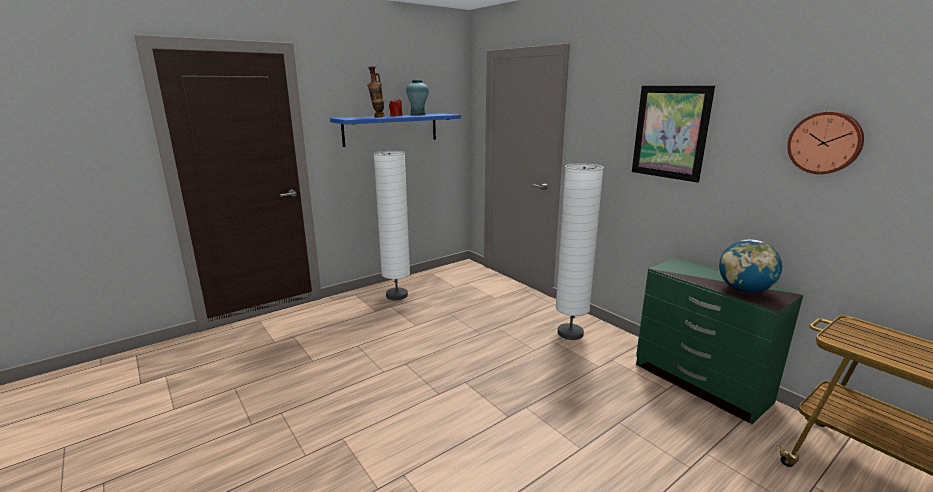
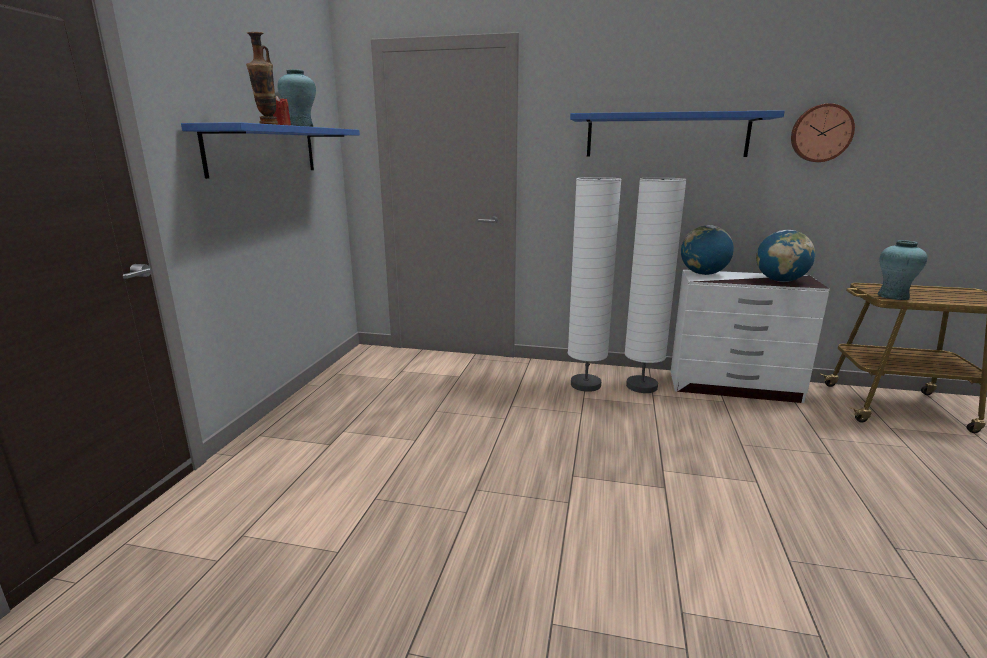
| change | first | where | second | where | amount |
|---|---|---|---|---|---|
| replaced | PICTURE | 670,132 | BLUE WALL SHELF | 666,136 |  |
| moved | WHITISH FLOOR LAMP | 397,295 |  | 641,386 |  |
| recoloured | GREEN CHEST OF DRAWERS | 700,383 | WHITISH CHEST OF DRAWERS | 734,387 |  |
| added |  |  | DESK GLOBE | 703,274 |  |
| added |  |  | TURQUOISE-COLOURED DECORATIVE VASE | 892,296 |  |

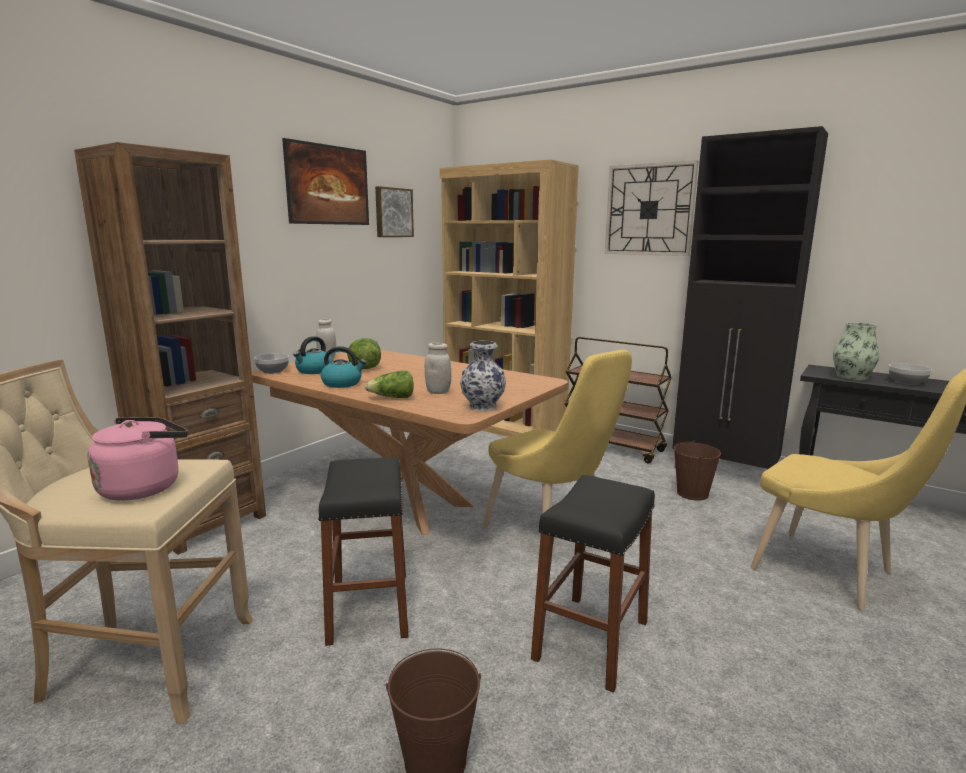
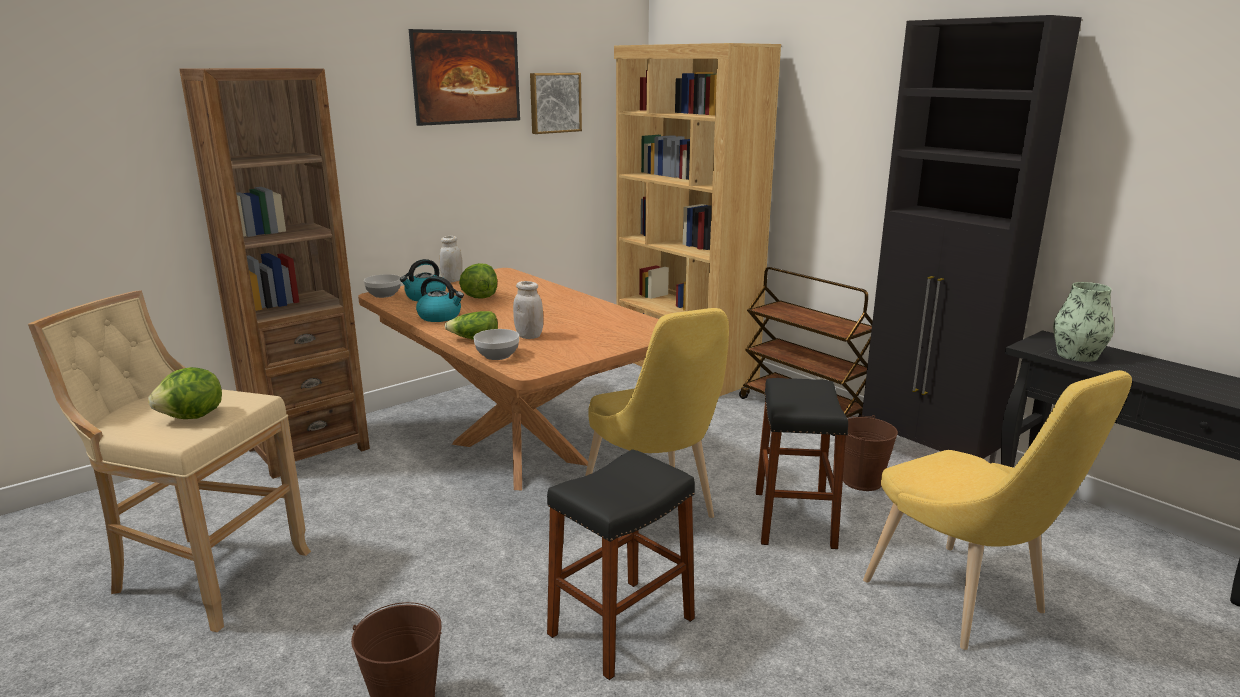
| change | first | where | second | where | amount |
|---|---|---|---|---|---|
| replaced | PINK-COLOURED WATER KETTLE | 145,487 | LETTUCE | 193,417 |  |
| moved | BOWL | 907,382 |  | 498,355 |  |
| moved | BLACK STOOL SEAT | 369,607 |  | 794,519 |  |
| removed | DECORATIVE VASE | 482,407 |  |  |  |
| removed | HANGING CLOCK | 649,210 |  |  |  |

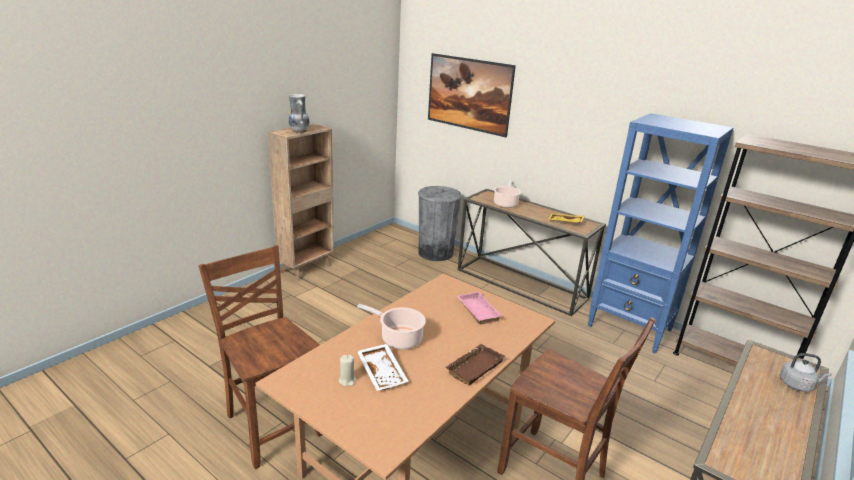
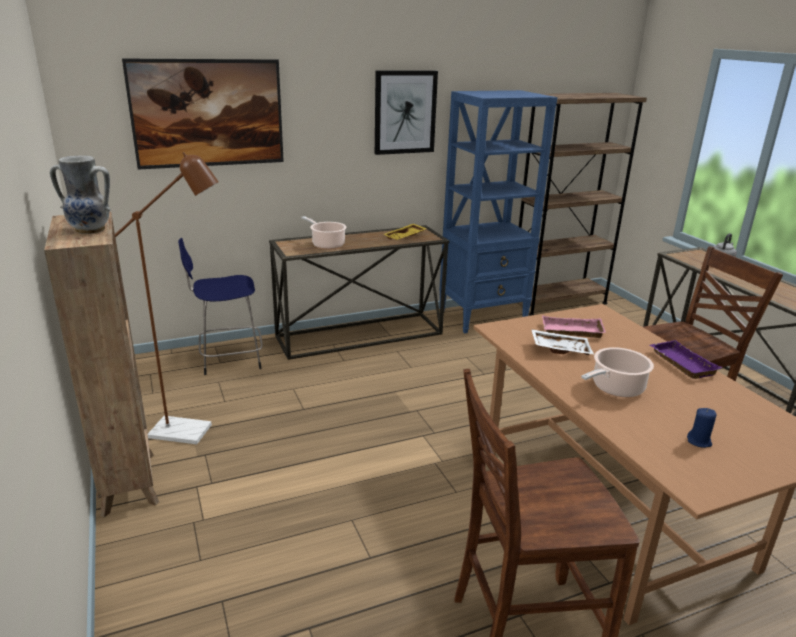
| change | first | where | second | where | amount |
|---|---|---|---|---|---|
| added |  |  | BROWNISH FLOOR LAMP | 190,432 |  |
| replaced | GREY WASTE BIN | 435,253 | BLUE STOOL SEAT | 228,359 |  |
| added |  |  | PICTURE | 405,112 |  |
| moved | WHITISH SERVING TRAY | 383,372 |  | 560,349 |  |
| recoloured | BROWNISH SERVING TRAY | 474,367 | PURPLISH SERVING TRAY | 680,363 |  |
| recoloured | BEIGE WAX LIGHT | 347,380 | BLUE WAX LIGHT | 699,441 |  |

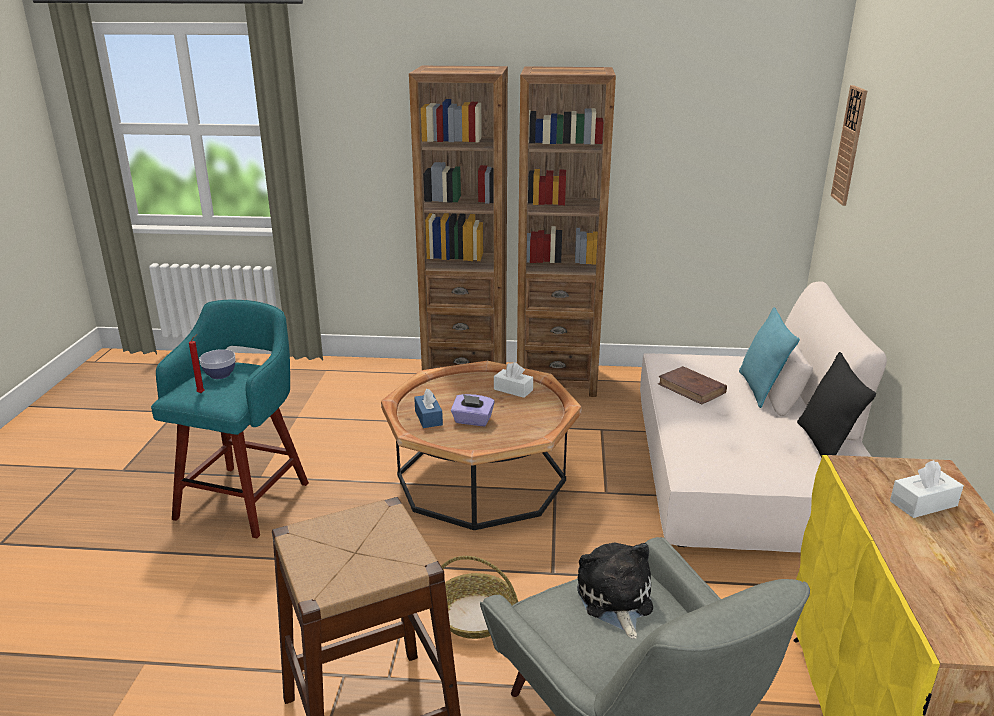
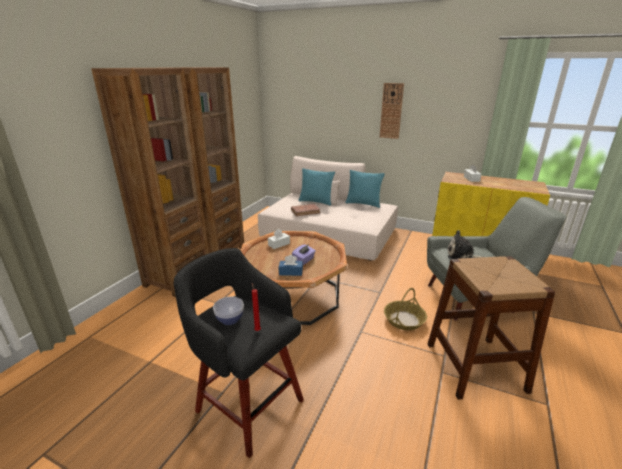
| change | first | where | second | where | amount |
|---|---|---|---|---|---|
| recoloured | TURQUOISE-COLOURED STOOL SEAT | 245,498 | BLACK STOOL SEAT | 248,403 |  |
| recoloured | BLACK THROW PILLOW | 824,445 | TURQUOISE-COLOURED THROW PILLOW | 363,204 |  |
| moved | HANGING CLOCK | 849,145 |  | 391,111 |  |

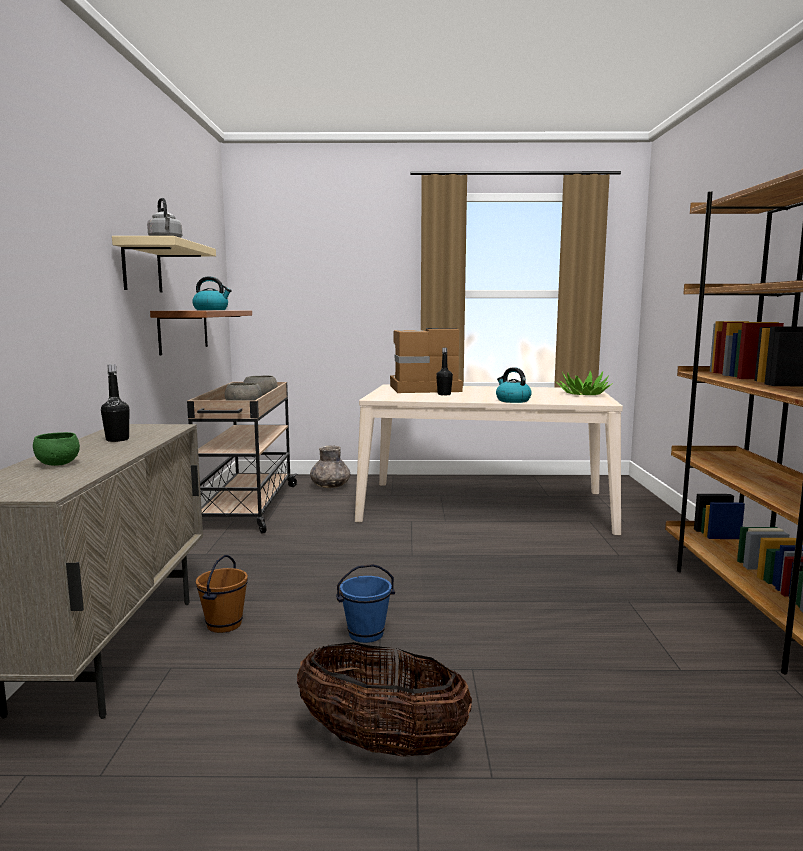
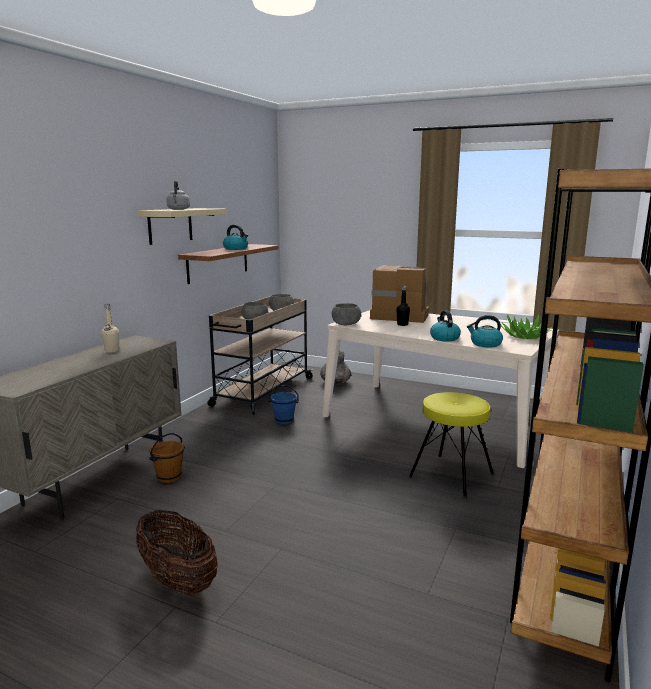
| change | first | where | second | where | amount |
|---|---|---|---|---|---|
| recoloured | BLACK BOTTLE | 117,440 | BEIGE BOTTLE | 112,351 |  |
| moved | BLUE WATER BUCKET | 366,634 |  | 284,421 |  |
| added |  |  | GREY BOWL | 345,324 |  |
| added |  |  | YELLOW STOOL SEAT | 450,475 |  |
| added |  |  | WATER KETTLE | 485,344 |  |
| removed | GREEN BOWL | 58,464 |  |  |  |

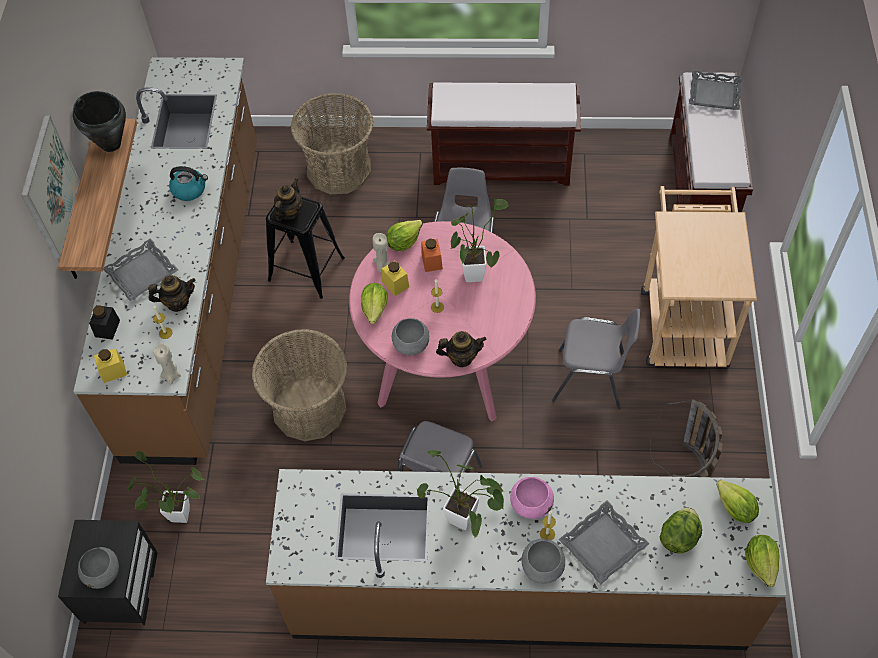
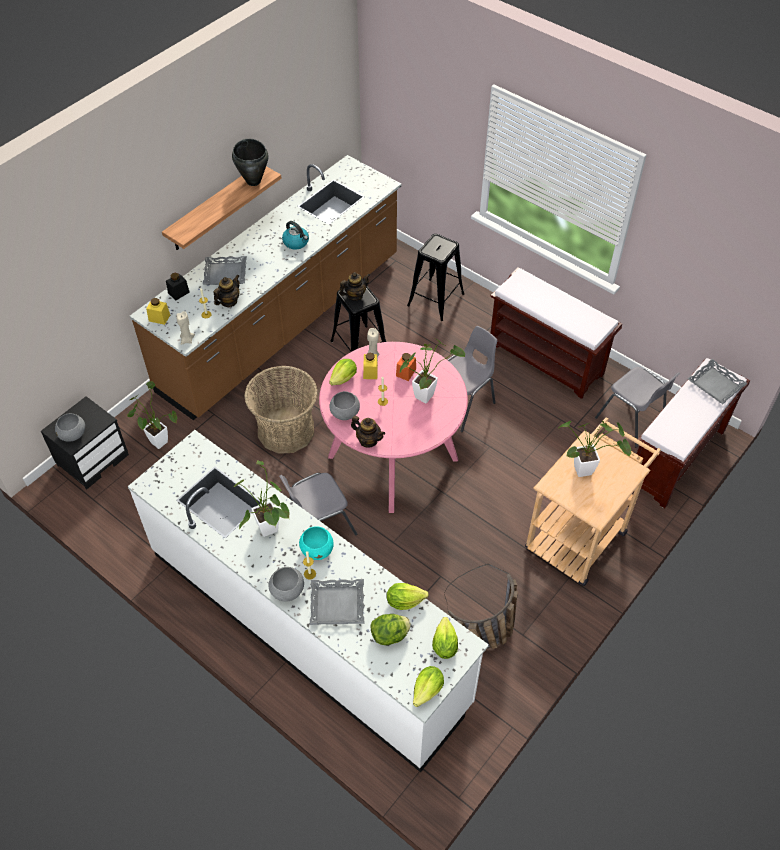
| change | first | where | second | where | amount |
|---|---|---|---|---|---|
| recoloured | BROWNISH COUNTER | 517,592 | WHITISH COUNTER | 307,625 |  |
| turned | TEA POT | 177,302 |  | 229,301 | 75 degrees counterclockwise |
| recoloured | PINK-COLOURED BOWL | 531,504 | TURQUOISE-COLOURED BOWL | 317,550 |  |
| moved | LETTUCE | 403,242 |  | 404,601 |  |
| replaced | HOUSEHOLD BASKET | 338,169 | BLACK STOOL SEAT | 435,299 |  |
| added |  |  | HOUSEPLANT | 587,470 |  |
| moved | GREY PLAIN CHAIR | 591,380 |  | 631,421 |  |
| removed | PICTURE | 49,187 |  |  |  |

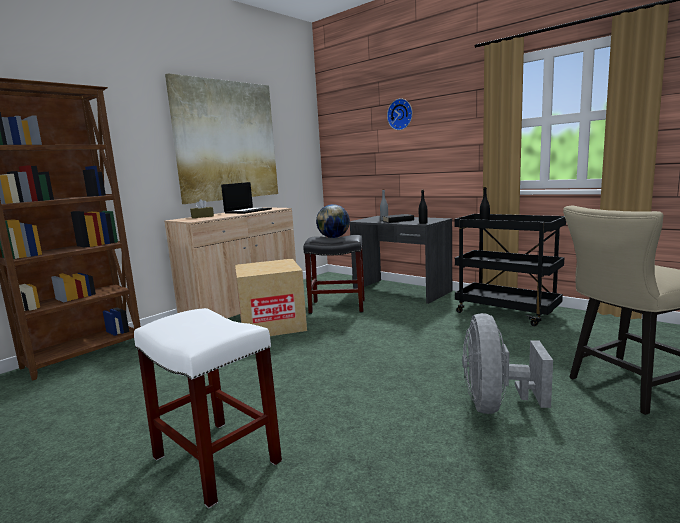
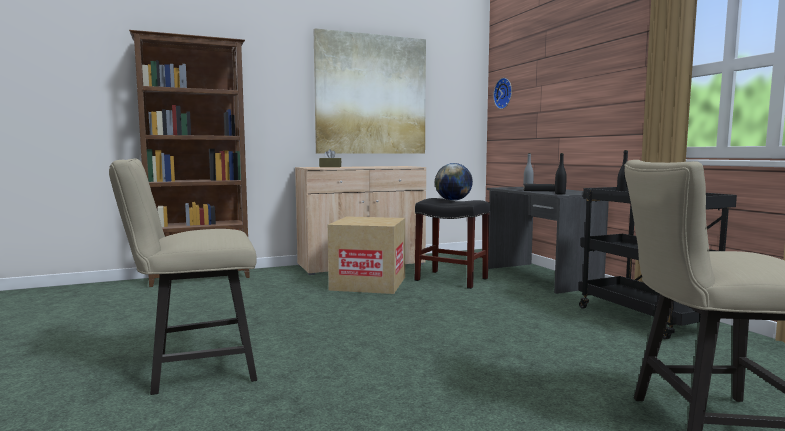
| change | first | where | second | where | amount |
|---|---|---|---|---|---|
| replaced | WHITISH STOOL SEAT | 215,459 | BEIGE PLAIN CHAIR | 194,368 |  |
| moved | HANGING CLOCK | 400,114 |  | 504,93 |  |
| removed | NOTEBOOK COMPUTER | 248,211 |  |  |  |
| removed | GREY FAN | 496,405 |  |  |  |

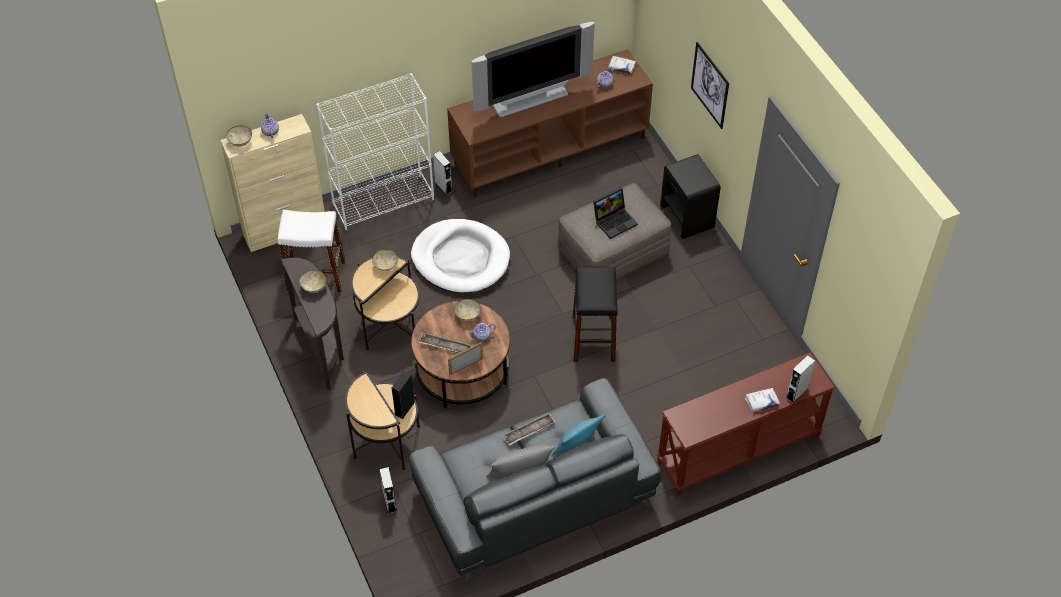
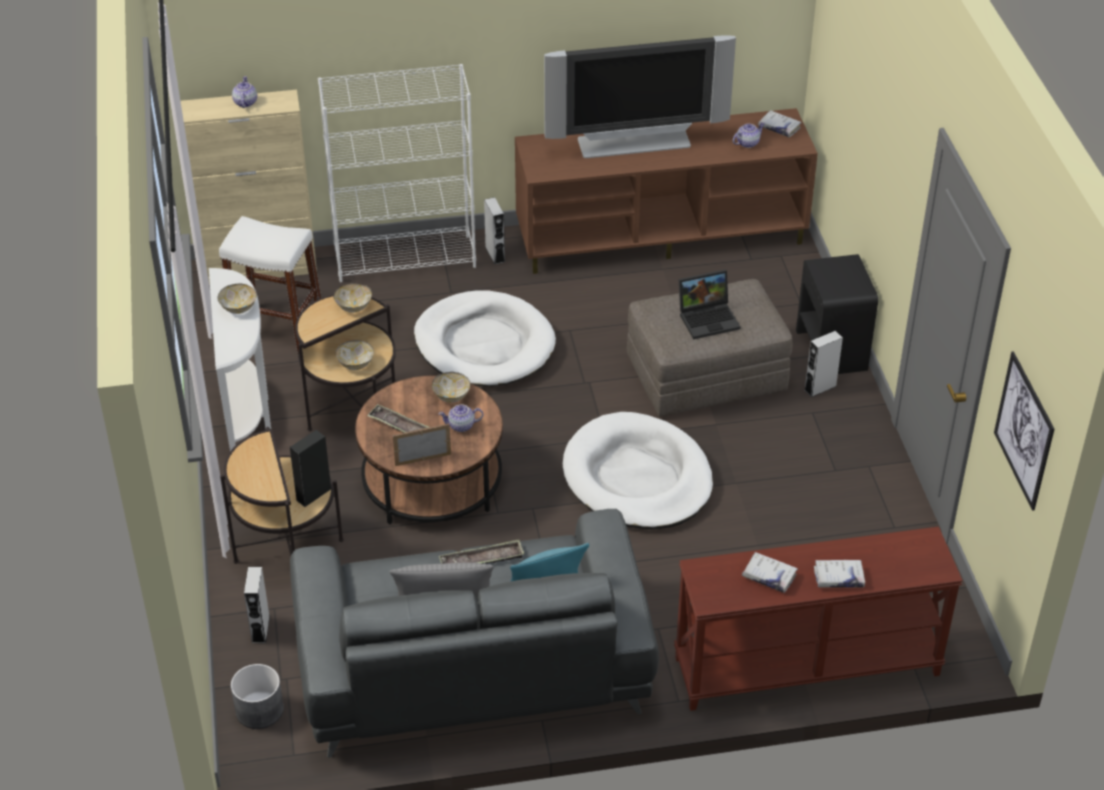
| change | first | where | second | where | amount |
|---|---|---|---|---|---|
| recoloured | BROWNISH NARROW TABLE | 322,348 | WHITISH NARROW TABLE | 248,417 |  |
| added |  |  | GREY FLOWER POT | 259,710 |  |
| moved | BOWL | 240,142 |  | 355,364 |  |
| replaced | BLACK STOOL SEAT | 593,338 | WHITISH DOG CUSHION | 637,477 |  |
| added |  |  | WHITISH BOUND BOOK | 769,576 |  |
| moved | GREY SPEAKER | 796,393 |  | 820,388 |  |
| moved | PICTURE | 710,85 |  | 1024,430 |  |

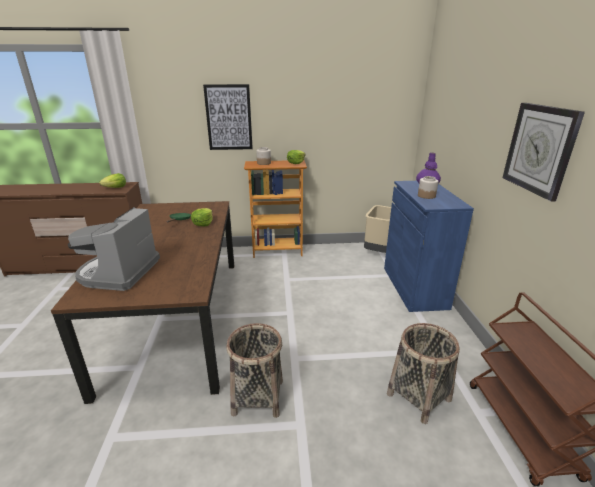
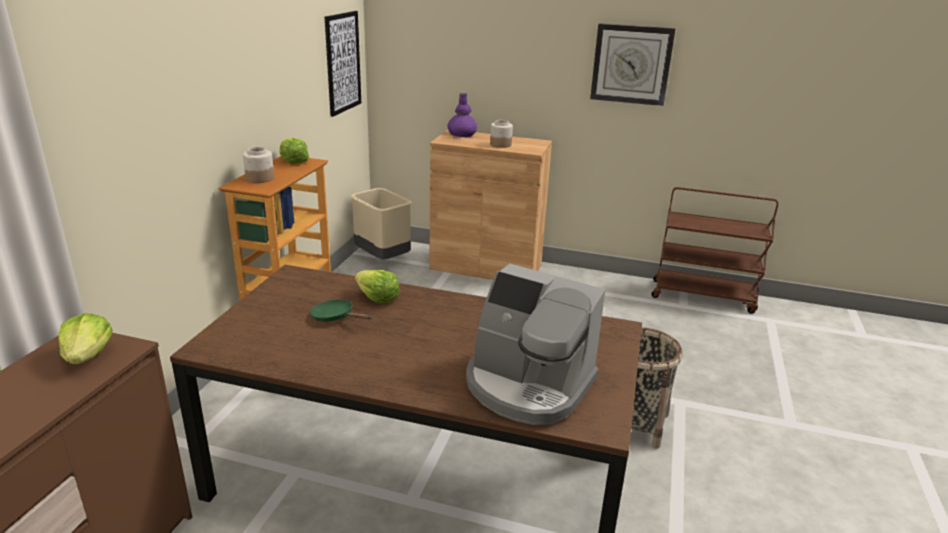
| change | first | where | second | where | amount |
|---|---|---|---|---|---|
| moved | PICTURE | 229,117 |  | 343,63 |  |
| recoloured | BLUE STORAGE CABINET | 414,287 | BROWNISH STORAGE CABINET | 486,266 |  |
| removed | HOUSEHOLD BASKET | 418,397 |  |  |  |

